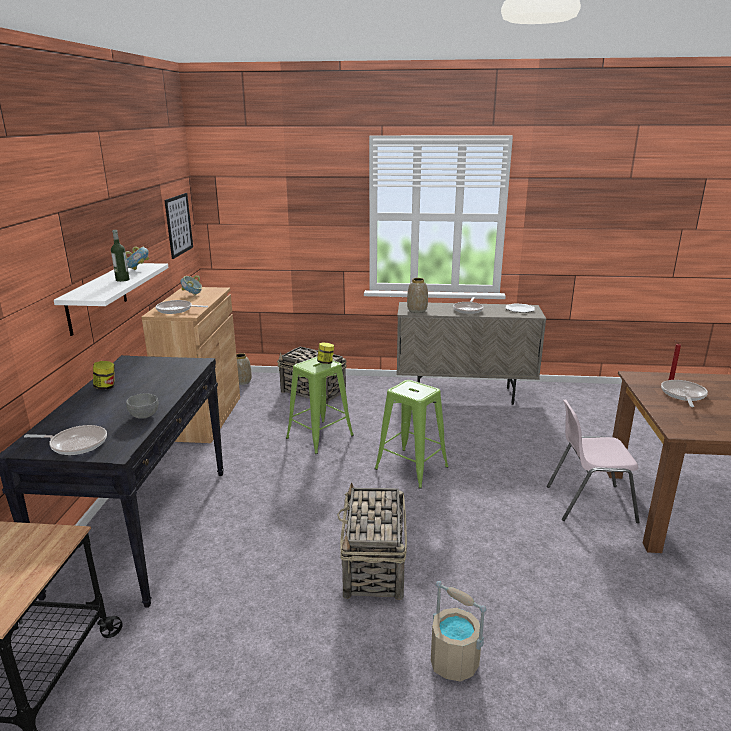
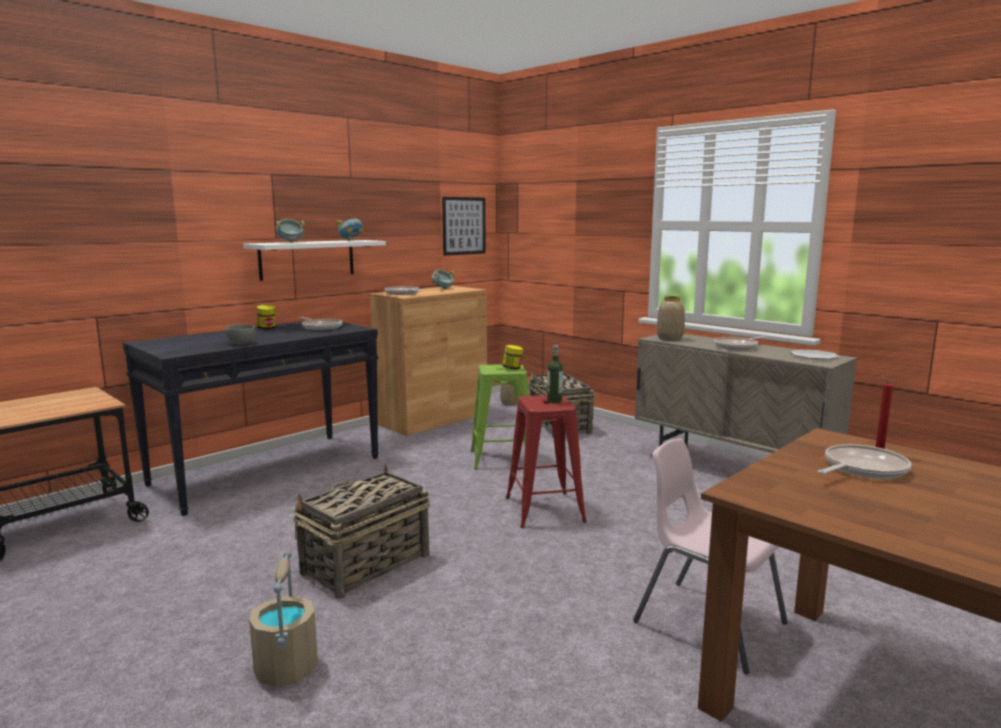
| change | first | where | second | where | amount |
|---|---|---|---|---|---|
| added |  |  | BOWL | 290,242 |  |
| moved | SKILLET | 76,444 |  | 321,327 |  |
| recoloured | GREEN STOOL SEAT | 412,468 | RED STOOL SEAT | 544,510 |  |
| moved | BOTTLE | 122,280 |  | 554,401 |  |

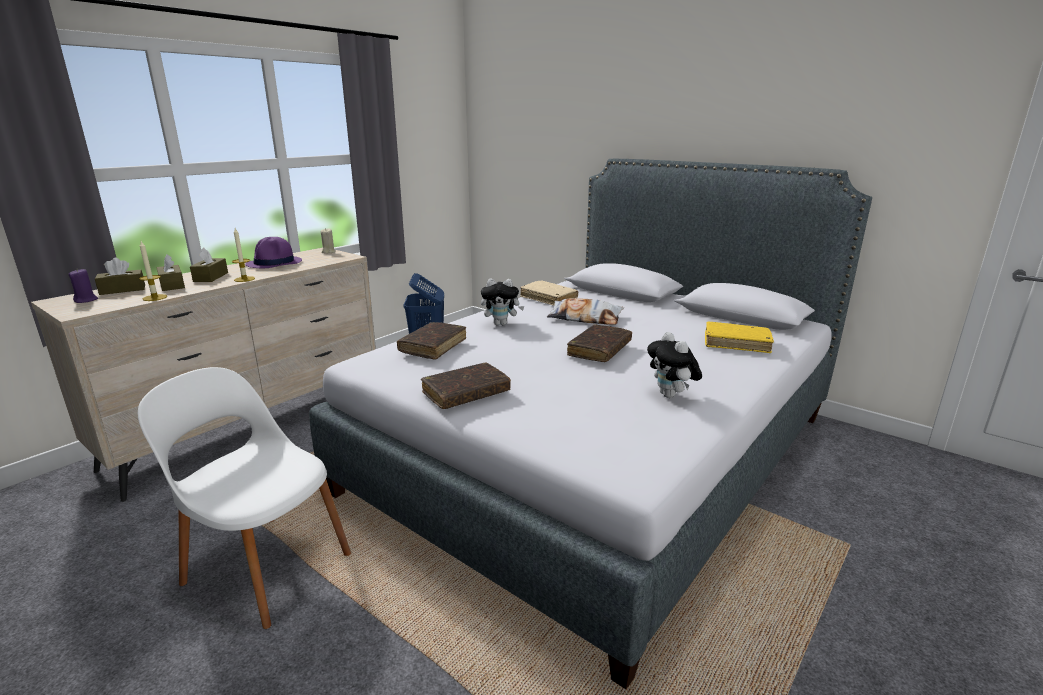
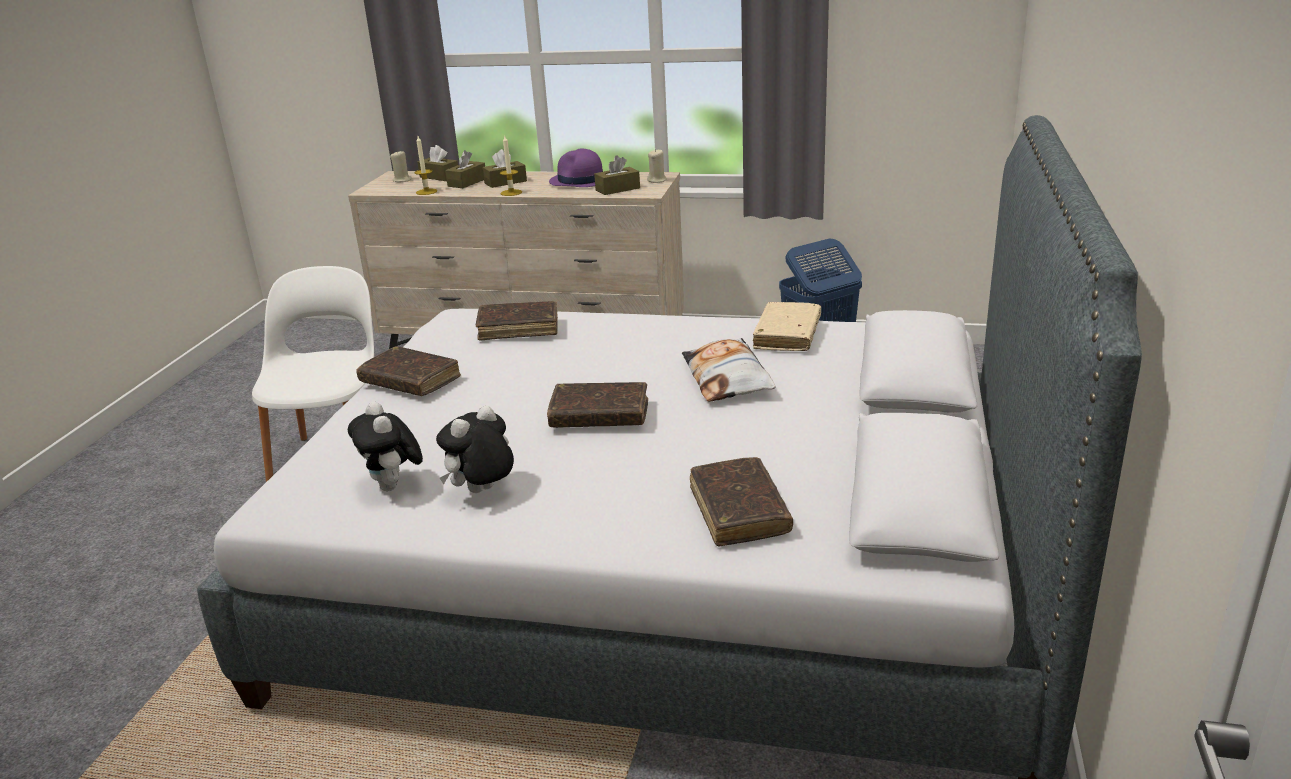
| change | first | where | second | where | amount |
|---|---|---|---|---|---|
| moved | CUDDLY TOY | 501,324 |  | 394,486 |  |
| recoloured | PURPLISH WAX LIGHT | 86,300 | BEIGE WAX LIGHT | 402,180 |  |
| added |  |  | BROWNISH TISSUE HOLDER | 617,189 |  |
| recoloured | YELLOW BOUND BOOK | 736,343 | BROWNISH BOUND BOOK | 739,511 |  |

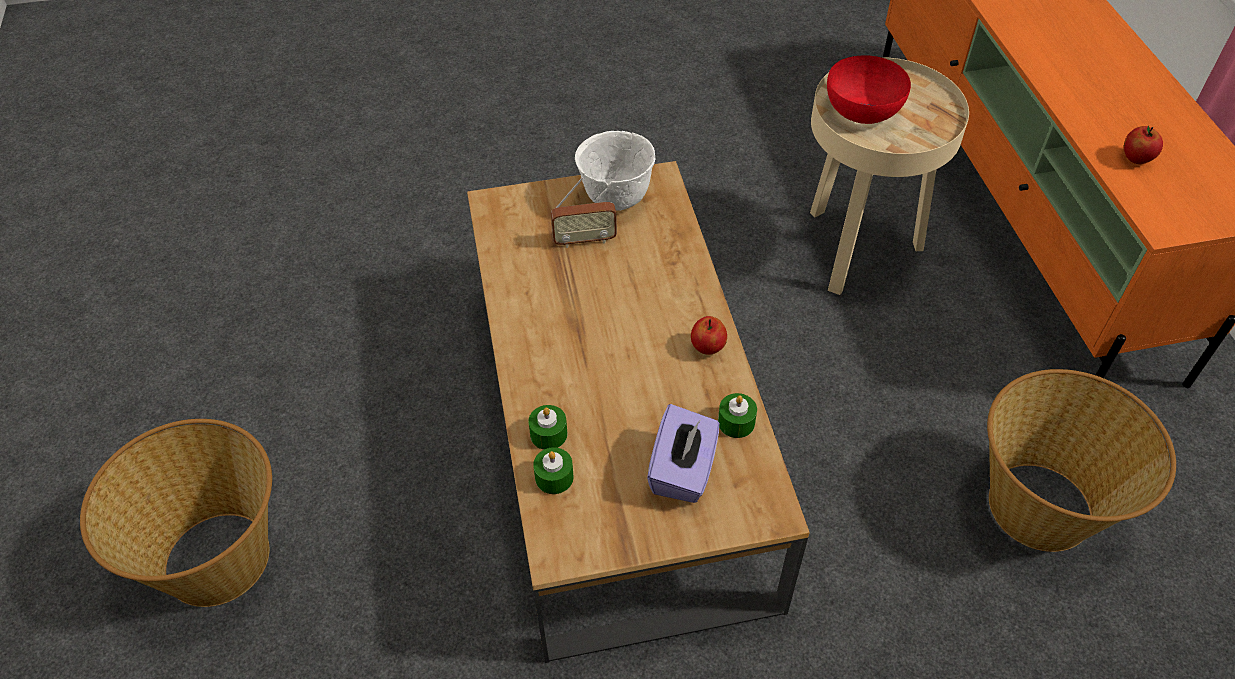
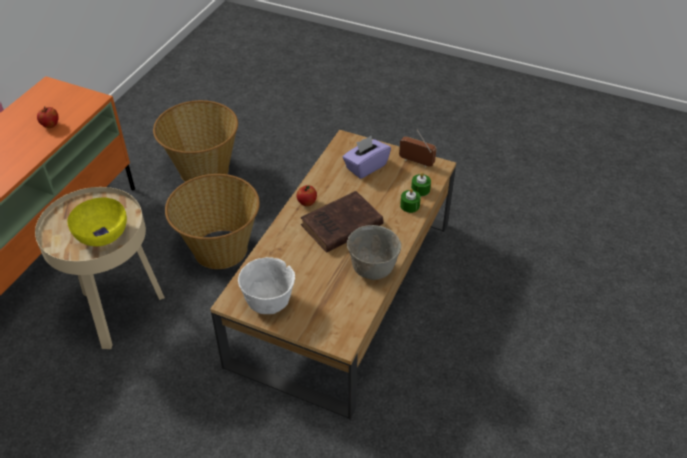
| change | first | where | second | where | amount |
|---|---|---|---|---|---|
| recoloured | RED BOWL | 862,109 | YELLOW BOWL | 101,235 |  |
| moved | HOUSEHOLD BASKET | 217,557 |  | 220,250 |  |
| added |  |  | BROWNISH BOUND BOOK | 340,226 |  |
| added |  |  | GREY BOWL | 372,269 |  |
| moved | RADIO SET | 584,240 |  | 416,162 |  |
| removed | GREEN WAX LIGHT | 736,422 |  |  |  |

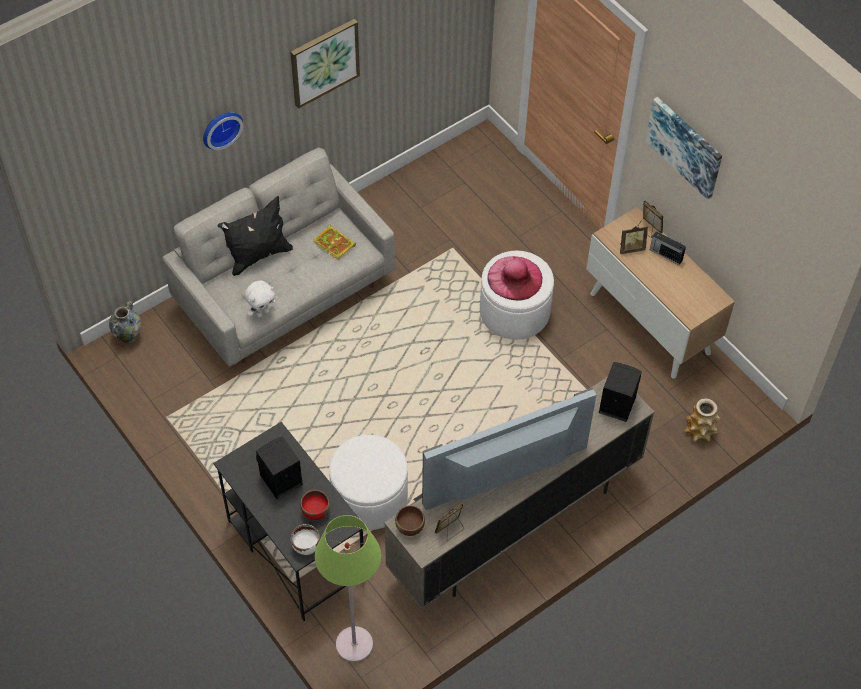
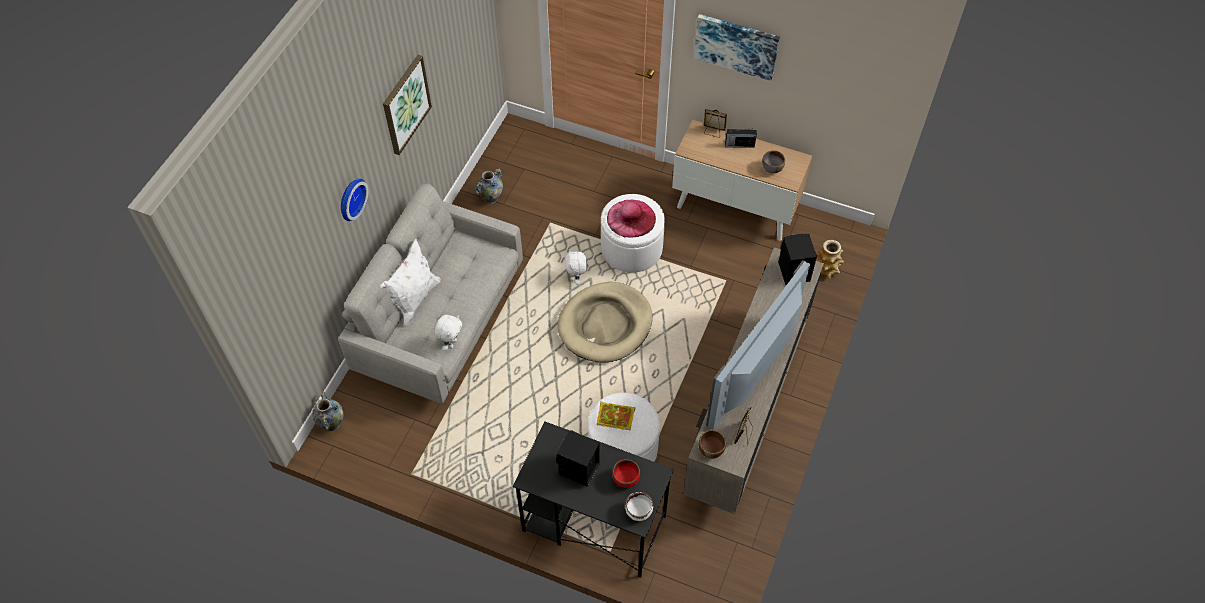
| change | first | where | second | where | amount |
|---|---|---|---|---|---|
| recoloured | BLACK THROW PILLOW | 258,255 | WHITISH THROW PILLOW | 415,299 |  |
| added |  |  | DECORATIVE VASE | 491,198 |  |
| added |  |  | BEIGE DOG CUSHION | 605,324 |  |
| added |  |  | WHITISH CUDDLY TOY | 577,278 |  |
| moved | BOUND BOOK | 335,244 |  | 616,417 |  |
| added |  |  | GREY BOWL | 772,168 |  |
| removed | GREEN FLOOR LAMP | 354,644 |  |  |  |
| removed | PHOTO FRAME | 631,248 |  |  |  |

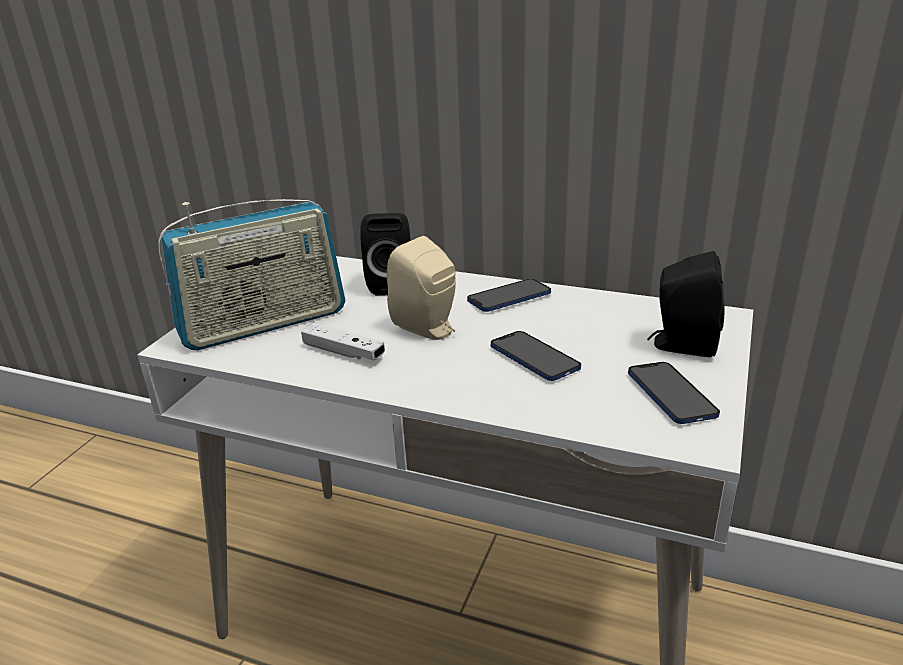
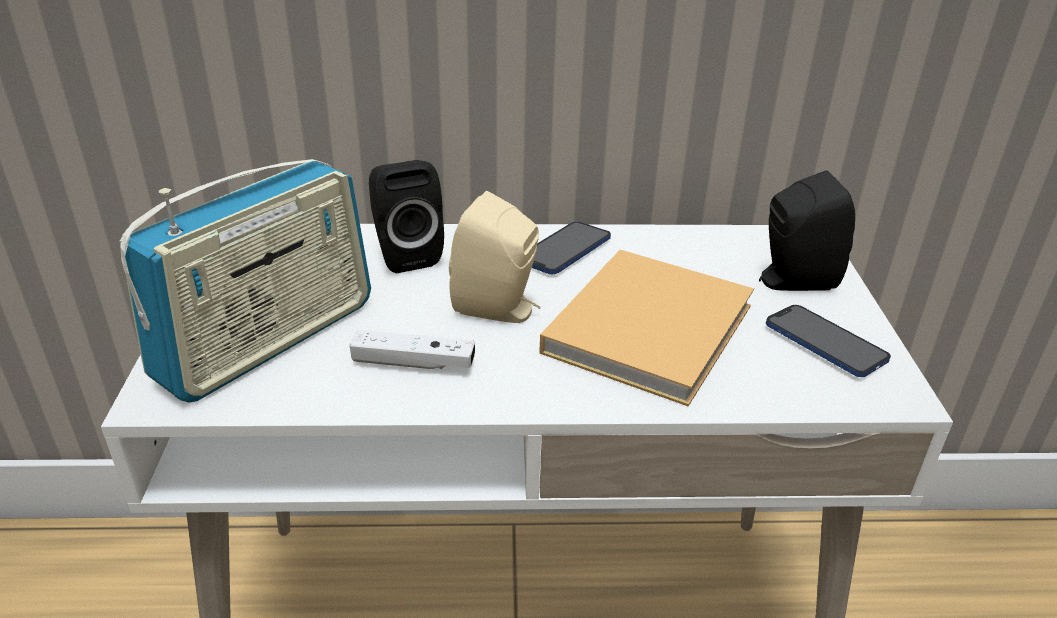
| change | first | where | second | where | amount |
|---|---|---|---|---|---|
| replaced | PHONE | 534,358 | BEIGE BOUND BOOK | 652,325 |  |

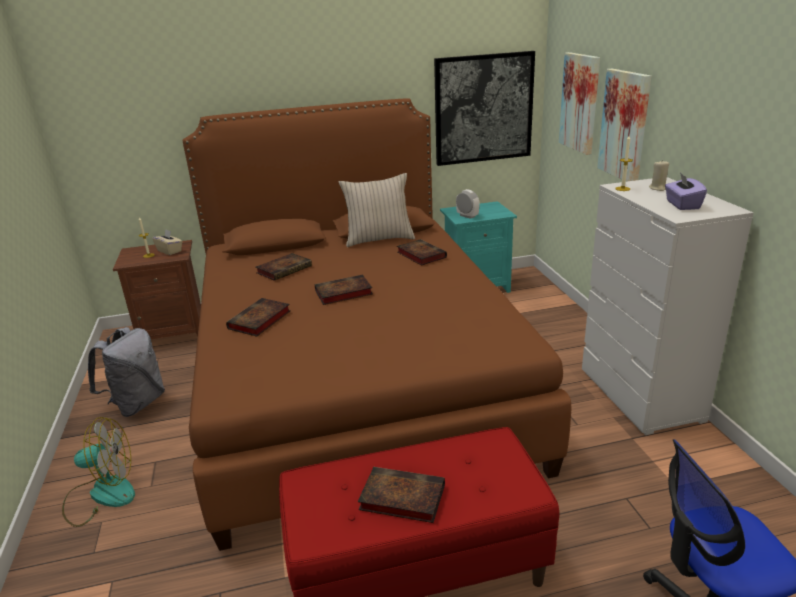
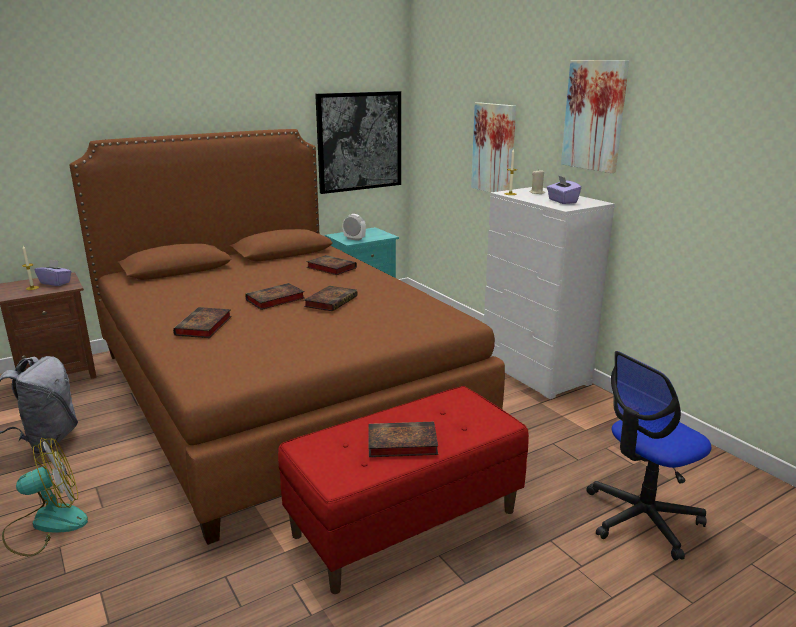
| change | first | where | second | where | amount |
|---|---|---|---|---|---|
| recoloured | BEIGE TISSUE HOLDER | 170,251 | PURPLISH TISSUE HOLDER | 55,283 |  |
| moved | BOUND BOOK | 285,269 |  | 331,301 |  |
| moved | PICTURE | 580,102 |  | 595,115 |  |
| removed | BEIGE THROW PILLOW | 379,239 |  |  |  |

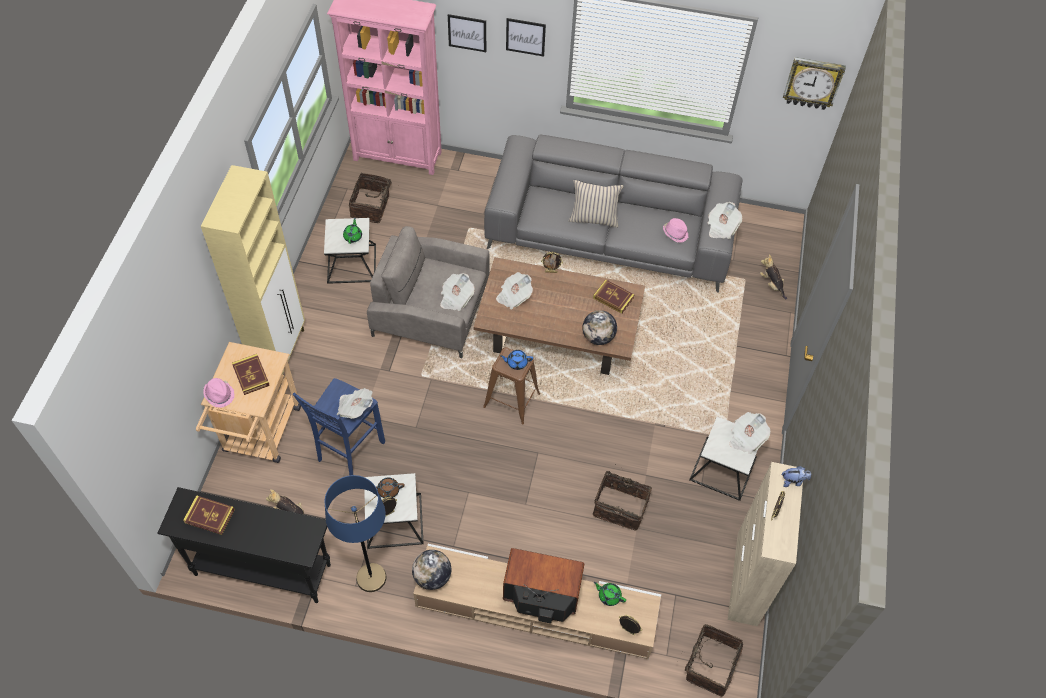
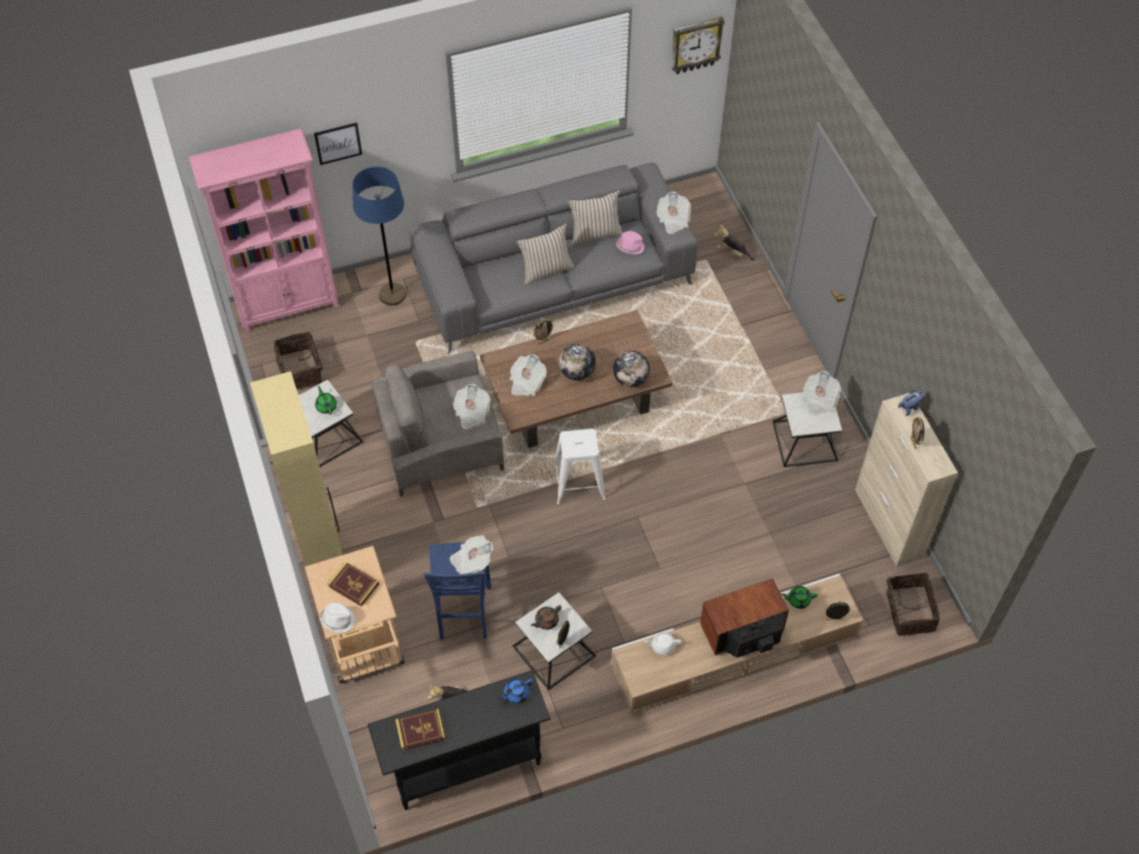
| change | first | where | second | where | amount |
|---|---|---|---|---|---|
| recoloured | PINK-COLOURED HAT | 219,395 | WHITISH HAT | 338,619 |  |
| moved | BLUE FLOOR LAMP | 371,578 |  | 392,295 |  |
| moved | BLUE TEA POT | 516,363 |  | 516,694 |  |
| recoloured | BROWNISH STOOL SEAT | 511,400 | WHITISH STOOL SEAT | 578,483 |  |
| moved | DESK GLOBE | 432,577 |  | 577,373 |  |
| added |  |  | BEIGE THROW PILLOW | 595,234 |  |
| added |  |  | WHITISH TEA POT | 662,646 |  |
| removed | PICTURE | 525,37 |  |  |  |
| removed | HOUSEHOLD BASKET | 620,506 |  |  |  |
| removed | BOUND BOOK | 613,298 |  |  |  |

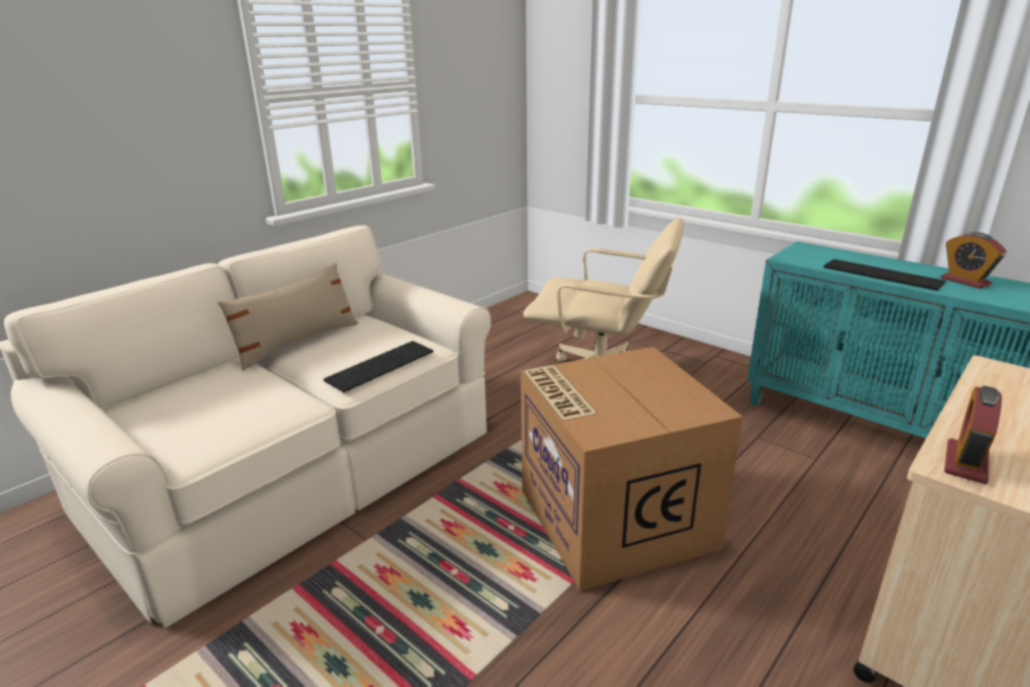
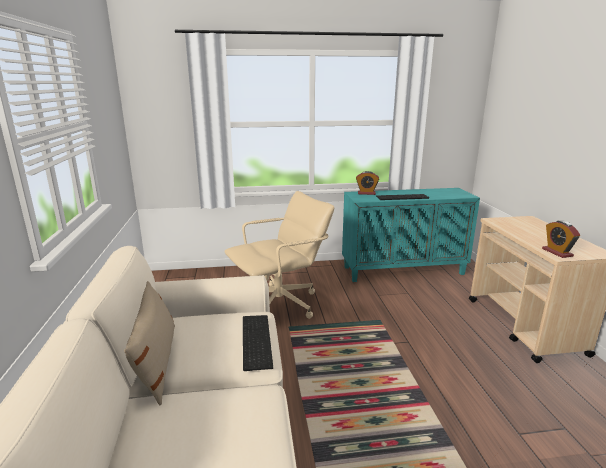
| change | first | where | second | where | amount |
|---|---|---|---|---|---|
| moved | TABLE CLOCK | 965,281 |  | 366,193 |  |
| removed | CARTON | 612,518 |  |  |  |

